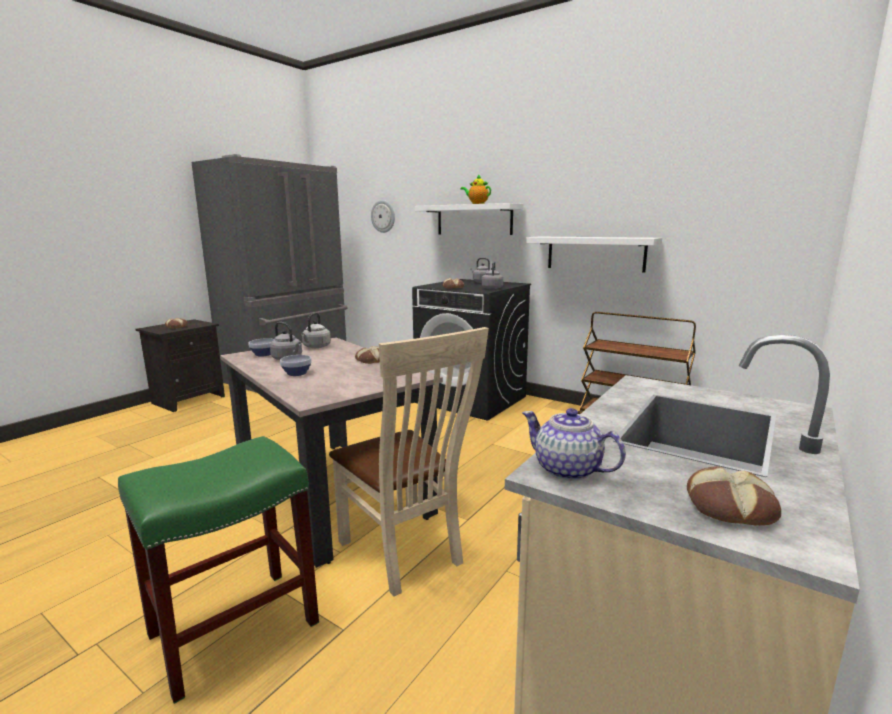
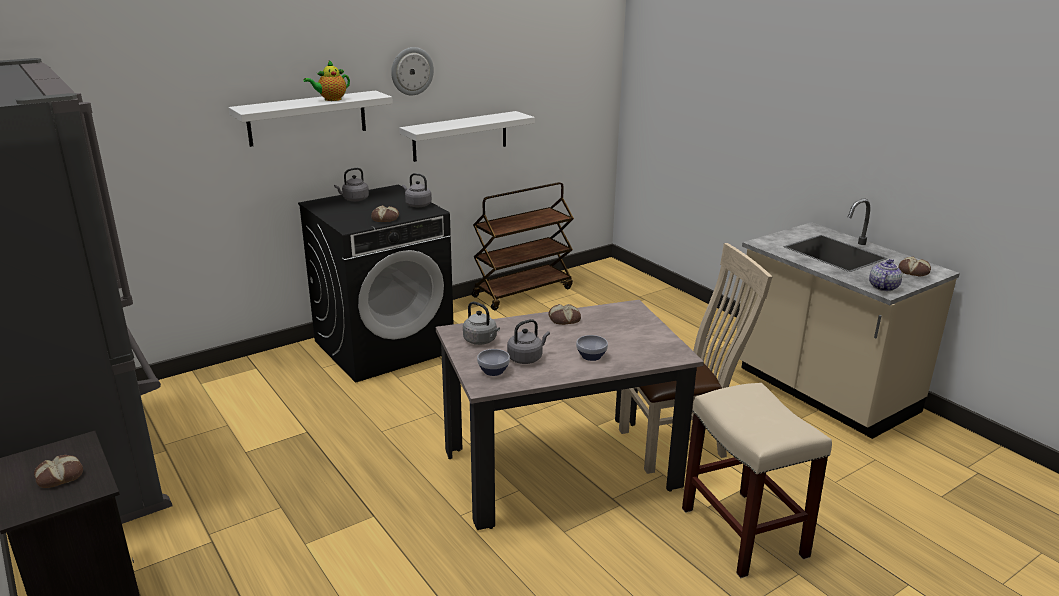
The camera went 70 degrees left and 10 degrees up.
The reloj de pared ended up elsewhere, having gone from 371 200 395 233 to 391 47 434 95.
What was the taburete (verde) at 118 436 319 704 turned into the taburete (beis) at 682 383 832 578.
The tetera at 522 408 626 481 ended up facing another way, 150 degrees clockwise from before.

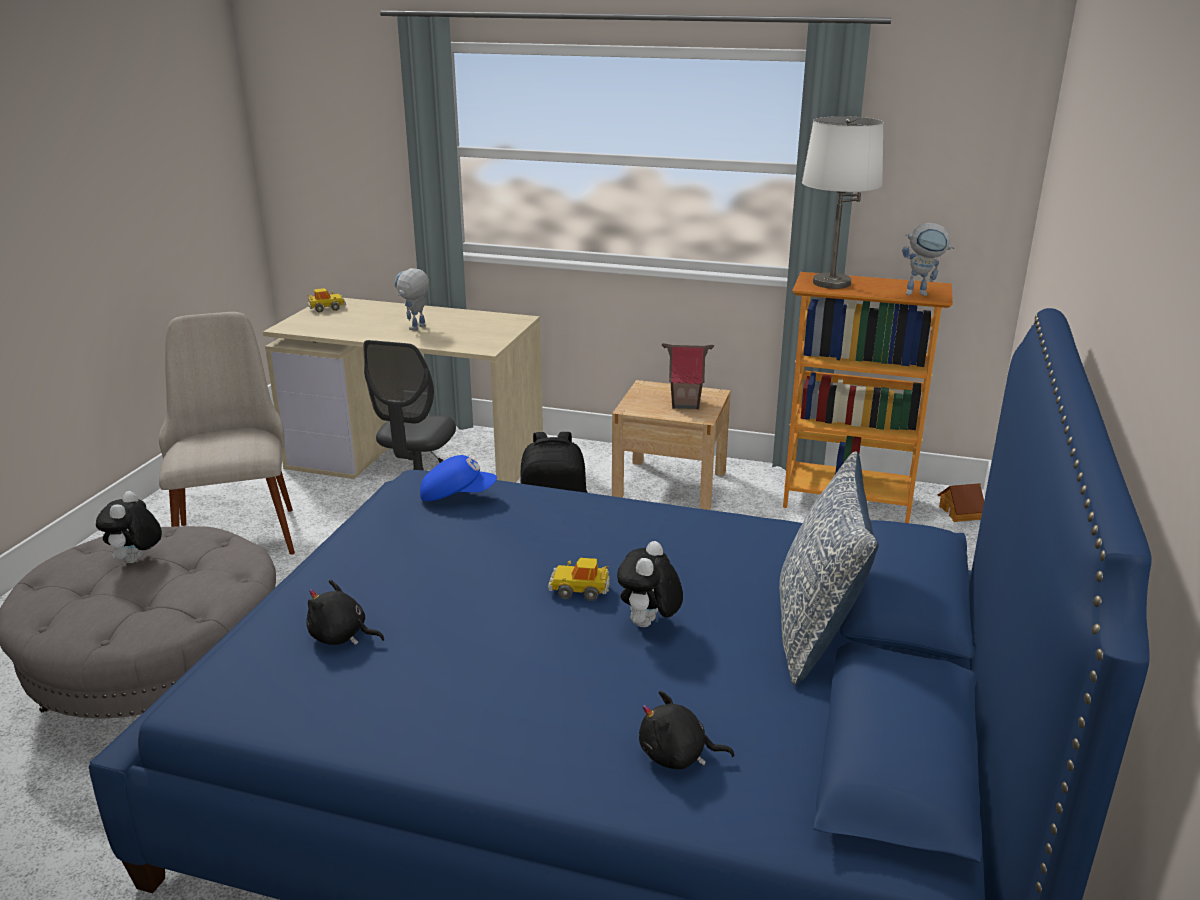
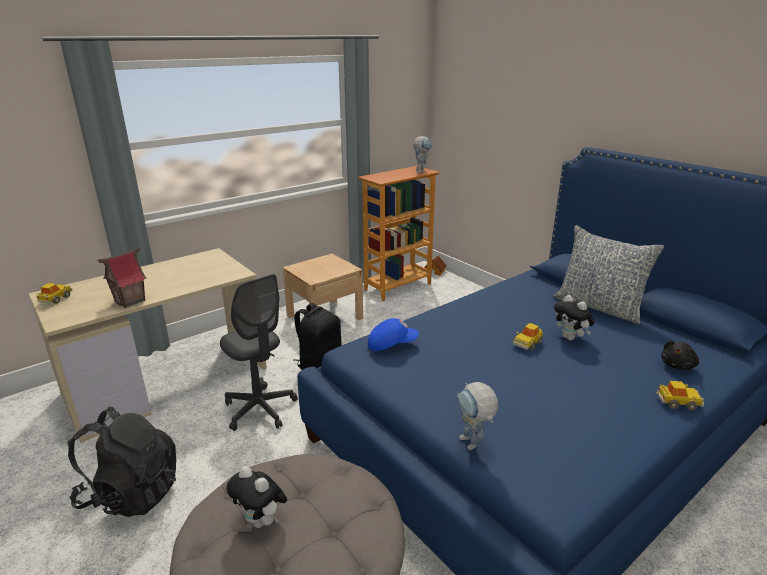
The camera went 55 degrees left and 0 degrees up.
The second view lost the peluche (negro) at 306 580 385 645.
The second view lost the lámpara de mesa (blanco) at 802 116 883 289.
The second view gained the coche de juguete at 656 381 704 410.
The robot de juguete ended up elsewhere, having gone from 394 268 429 331 to 457 382 498 450.
The casita ended up elsewhere, having gone from 662 343 714 410 to 97 248 146 308.
Where the silla (beis) stood at 159 312 295 555, the mochila (negro) came to stand at 68 407 176 517.
The gorra (azul) at 420 455 497 501 ended up facing another way, 45 degrees clockwise from before.

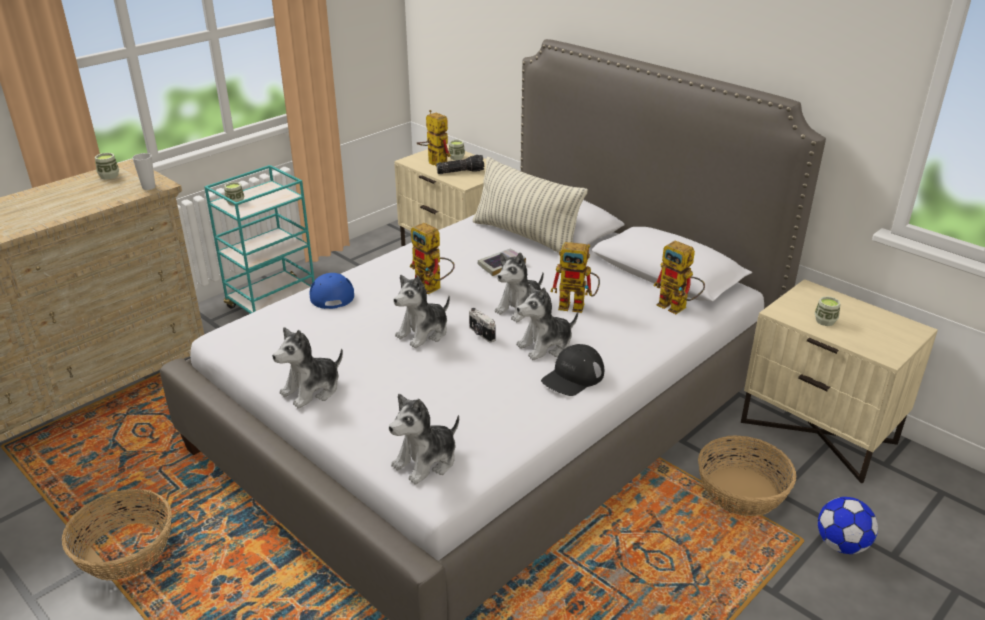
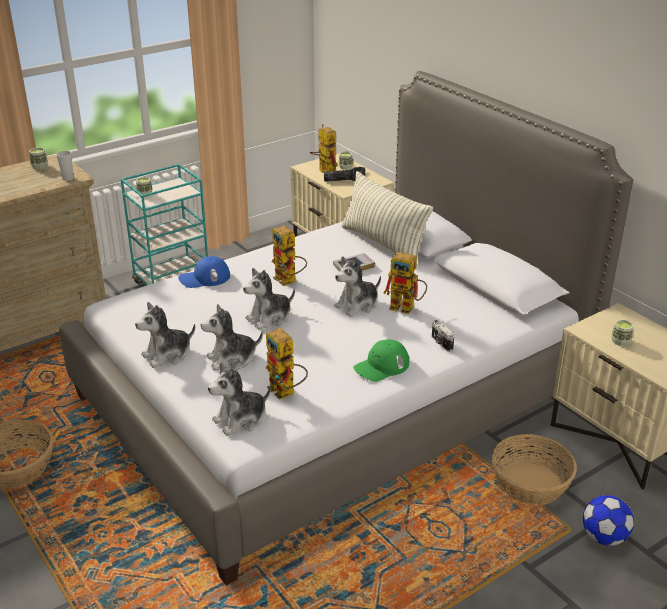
The camera went 10 degrees right and 0 degrees up.
The cámara ended up elsewhere, having gone from 469 308 496 343 to 432 320 454 352.
The peluche ended up elsewhere, having gone from 516 284 578 360 to 200 304 263 371.
The robot de juguete ended up elsewhere, having gone from 653 240 705 314 to 266 328 308 400.
What was the gorra (negro) at 541 344 604 396 turned into the gorra (verde) at 353 339 409 382.
The gorra (azul) at 309 273 354 309 ended up facing another way, 105 degrees counterclockwise from before.

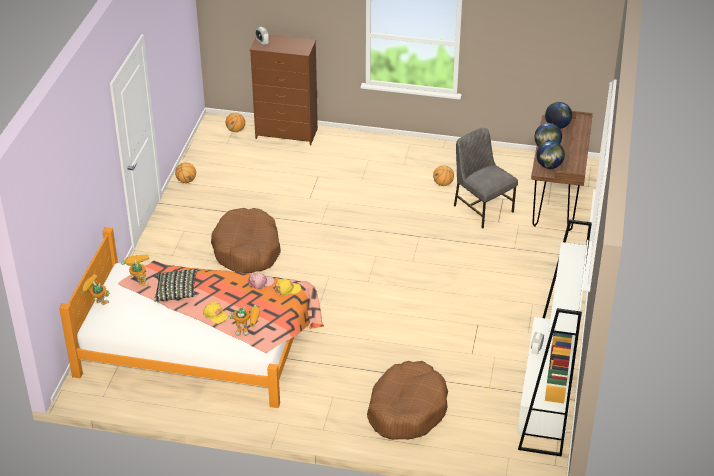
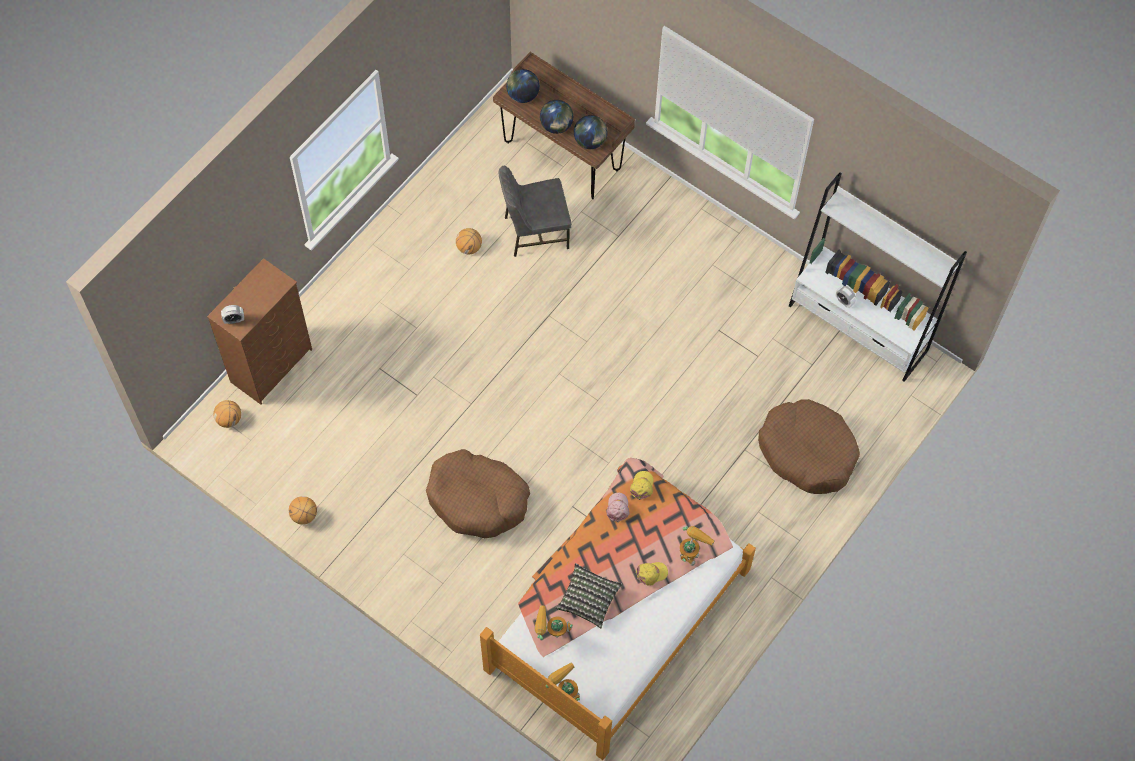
The camera went 65 degrees left and 25 degrees up.
The robot de juguete at 83 274 110 305 ended up facing another way, 90 degrees clockwise from before.

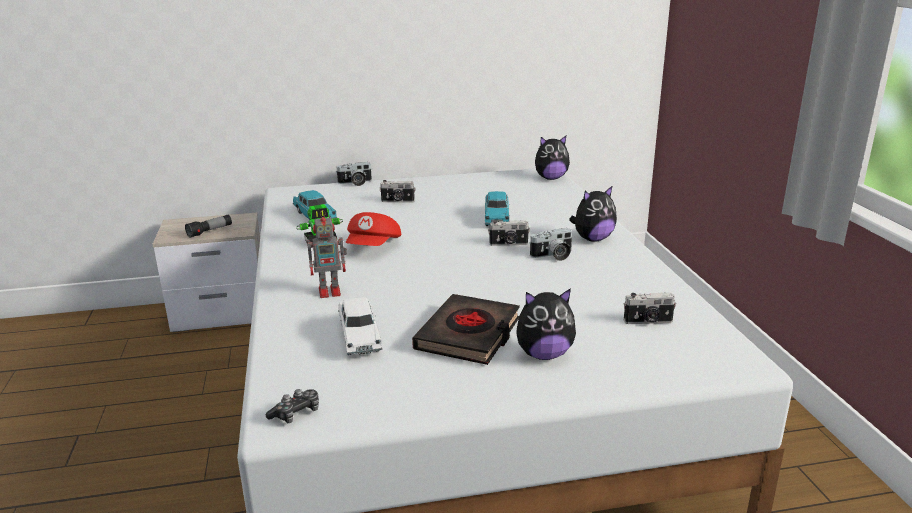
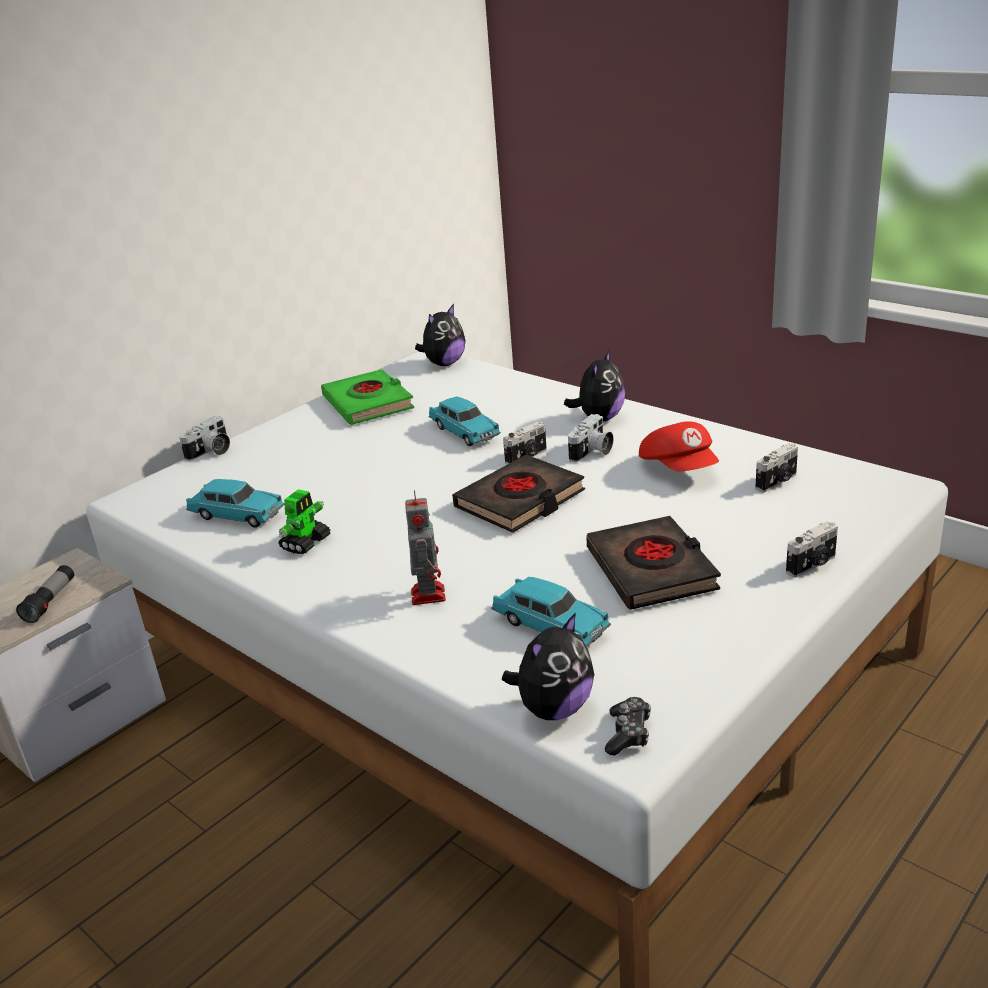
The camera went 35 degrees left and 5 degrees up.
The second view gained the libro (verde) at 321 369 414 425.
The second view gained the libro (negro) at 452 455 585 533.
The gorra (rojo) ended up elsewhere, having gone from 346 212 401 246 to 639 421 719 471.
The cámara ended up elsewhere, having gone from 380 180 415 202 to 786 521 838 578.
The peluche ended up elsewhere, having gone from 517 288 576 360 to 502 612 594 720.
What was the coche de juguete (blanco) at 338 297 382 355 turned into the coche de juguete (turquesa) at 491 577 611 647.
The robot de juguete at 307 210 347 298 ended up facing another way, 45 degrees counterclockwise from before.

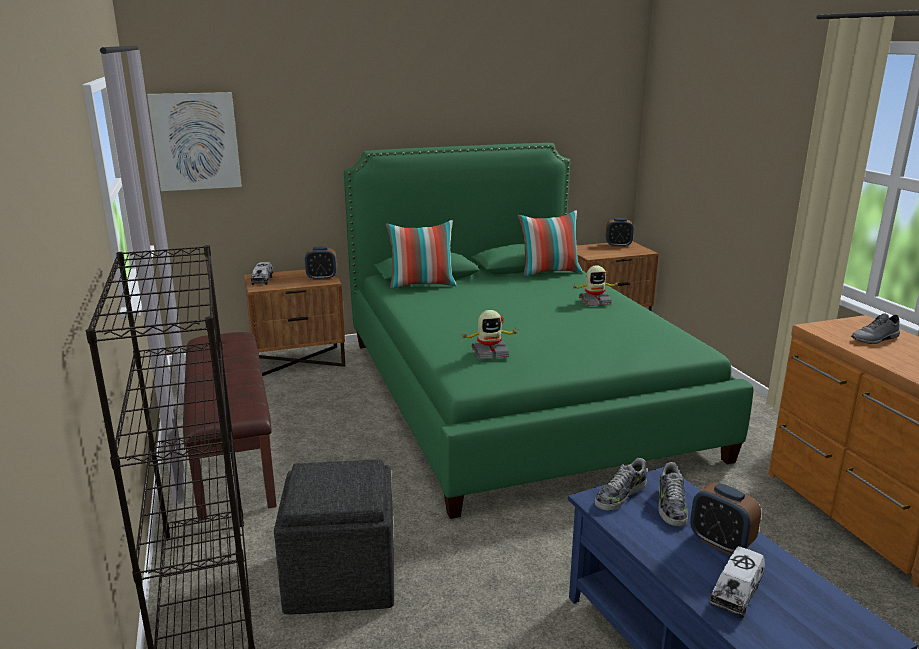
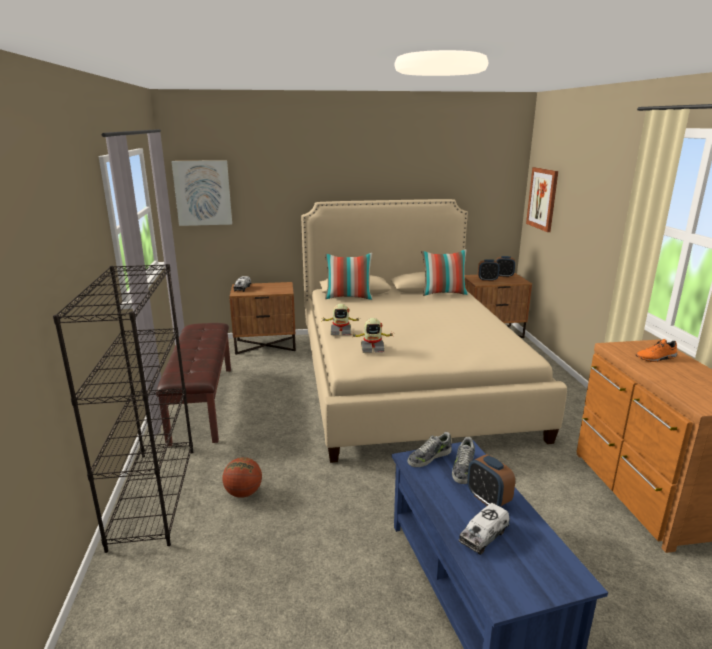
The camera went 10 degrees right and 0 degrees up.
The second view gained the cuadro at 526 167 558 232.
The despertador ended up elsewhere, having gone from 305 247 337 280 to 478 259 499 281.
The robot de juguete ended up elsewhere, having gone from 573 266 619 306 to 321 304 360 335.
Where the puf (gris) stood at 274 459 394 614, the balón de baloncesto came to stand at 223 457 262 498.
What was the cama (verde) at 344 143 754 519 turned into the cama (beis) at 301 199 567 463.
What was the zapato (gris) at 851 313 900 344 turned into the zapato (naranja) at 636 339 677 362.

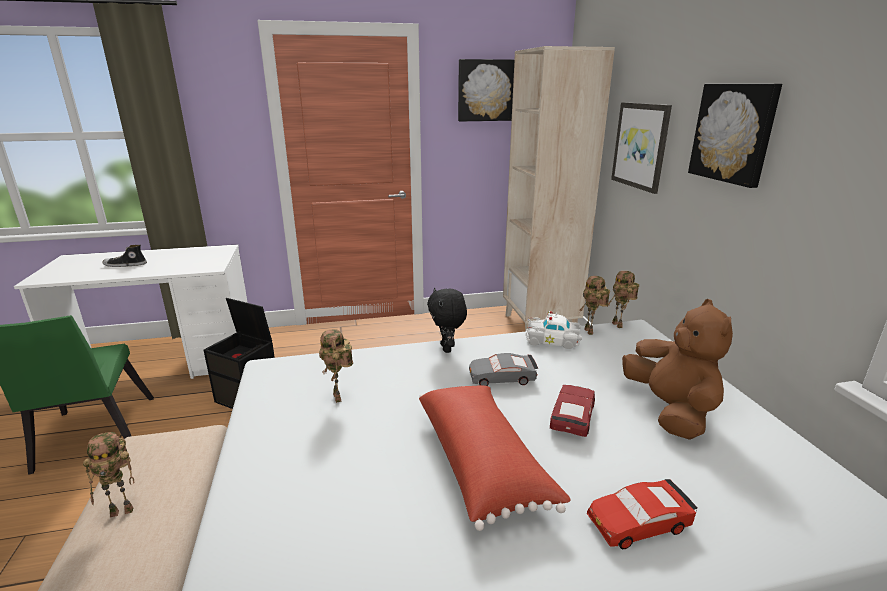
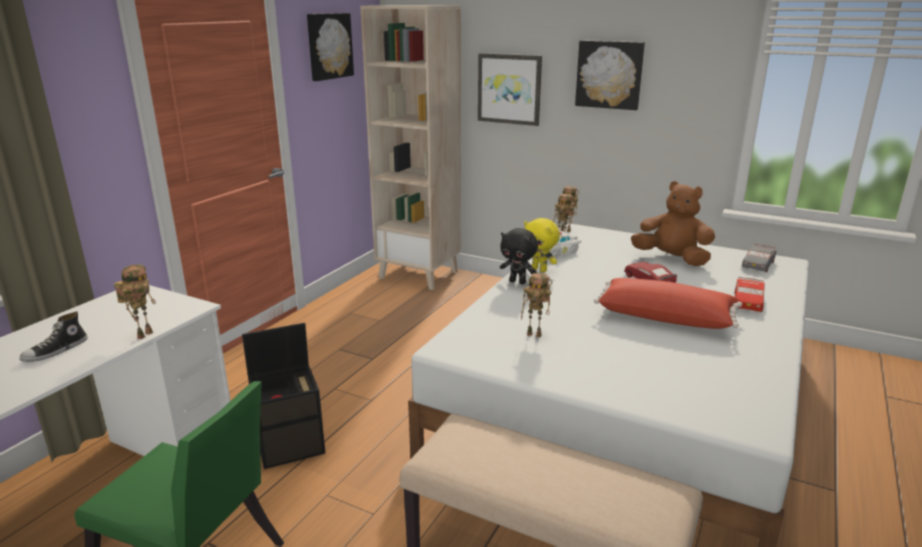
The camera went 50 degrees left and 0 degrees up.
The second view gained the peluche (amarillo) at 524 218 560 272.
The robot de juguete ended up elsewhere, having gone from 83 432 134 518 to 114 264 156 339.
The coche de juguete (gris) ended up elsewhere, having gone from 469 353 538 386 to 742 244 777 272.

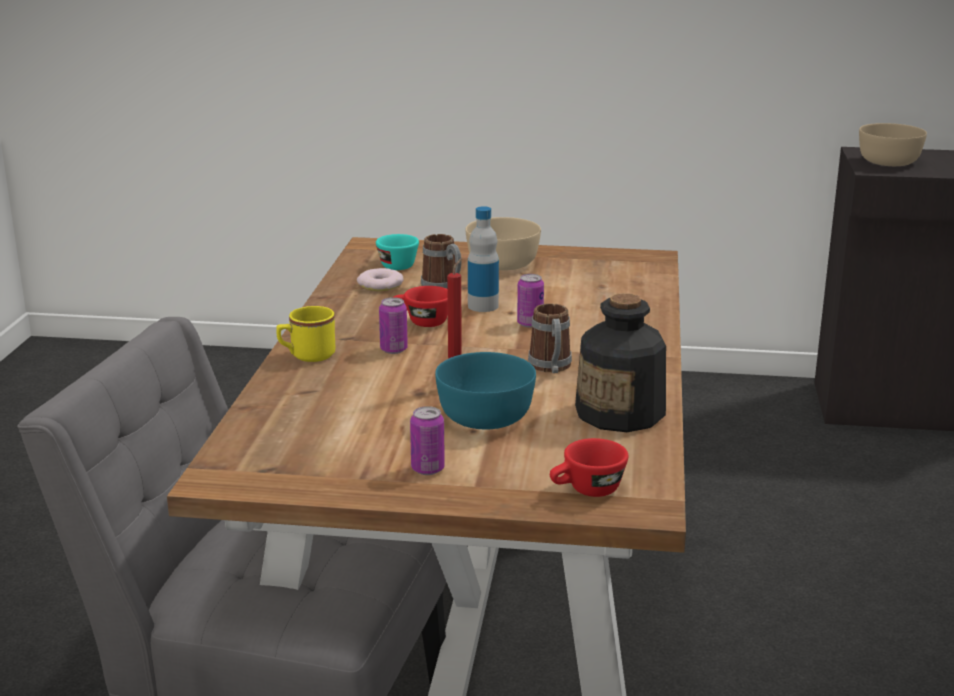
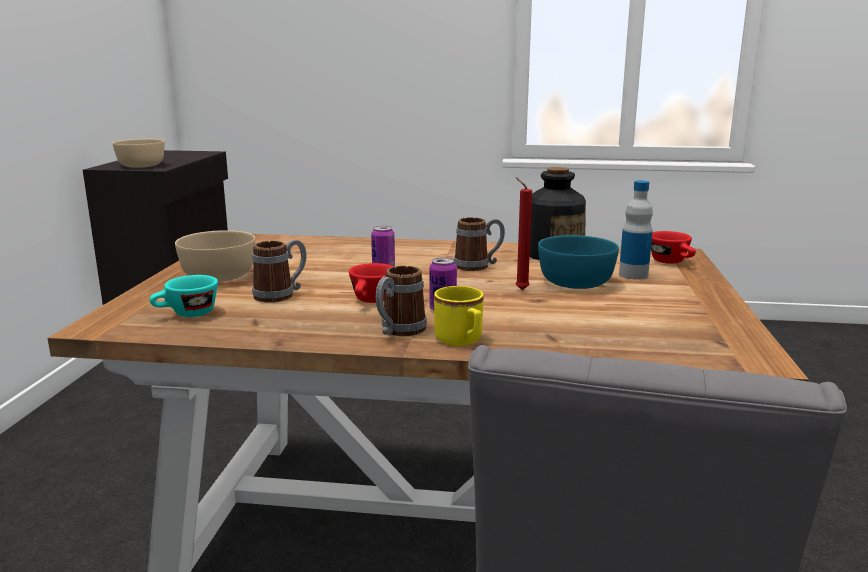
The camera went 90 degrees left and 5 degrees down.
The second view lost the rosquilla at 357 268 404 291.
The second view lost the lata at 410 406 445 475.
The second view gained the taza grande at 376 266 427 336.
The botella ended up elsewhere, having gone from 468 206 499 312 to 619 180 653 280.

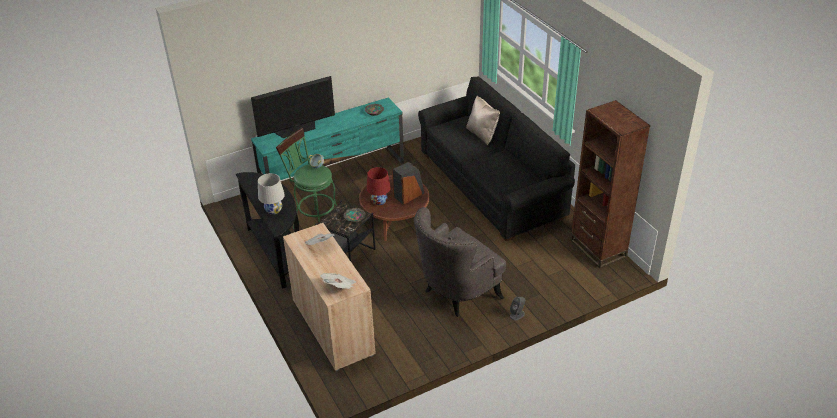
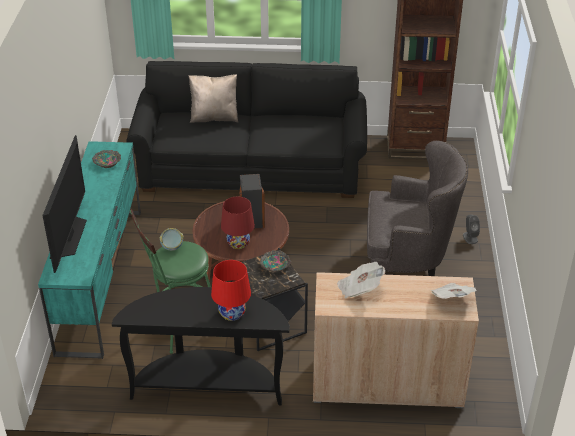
The camera went 60 degrees left and 0 degrees up.
What was the lámpara de mesa (blanco) at 258 173 285 215 turned into the lámpara de mesa (rojo) at 211 260 251 321.
The sillón (gris) at 414 207 506 317 ended up facing another way, 75 degrees counterclockwise from before.

